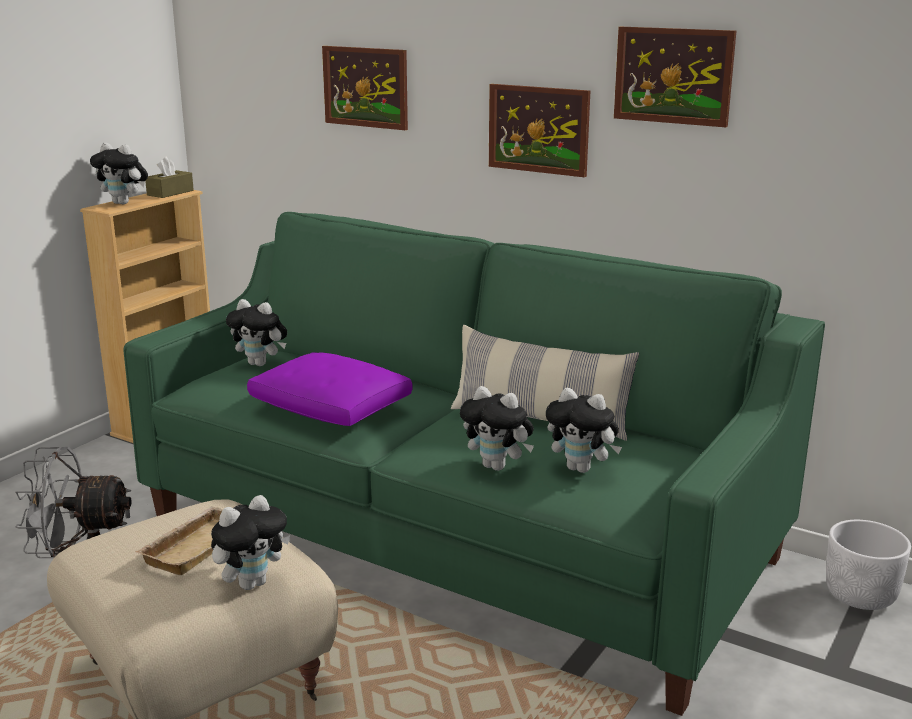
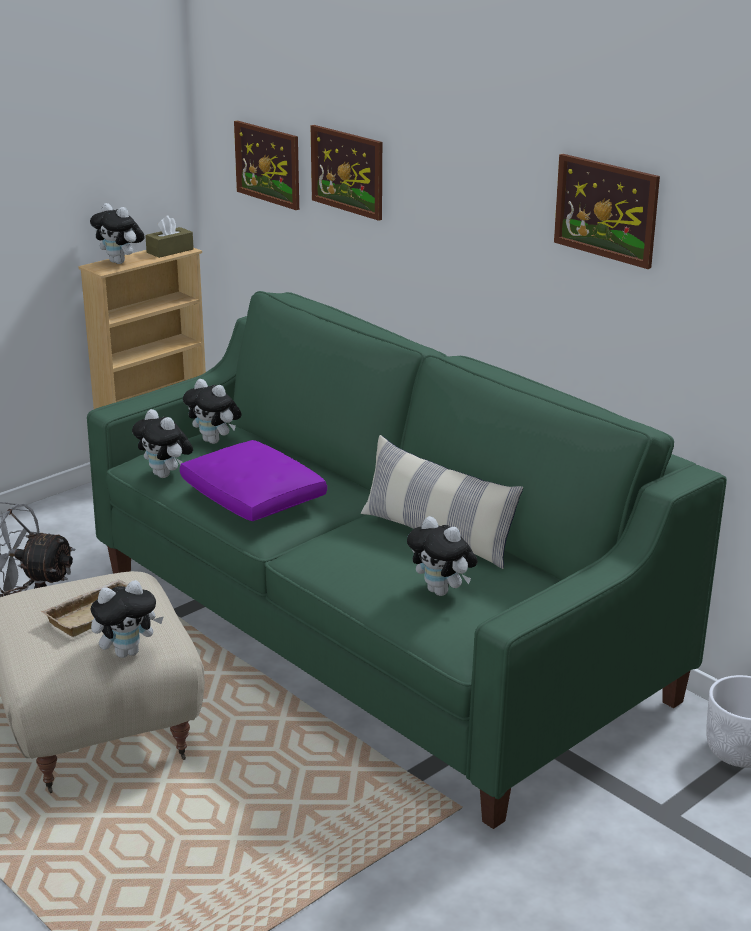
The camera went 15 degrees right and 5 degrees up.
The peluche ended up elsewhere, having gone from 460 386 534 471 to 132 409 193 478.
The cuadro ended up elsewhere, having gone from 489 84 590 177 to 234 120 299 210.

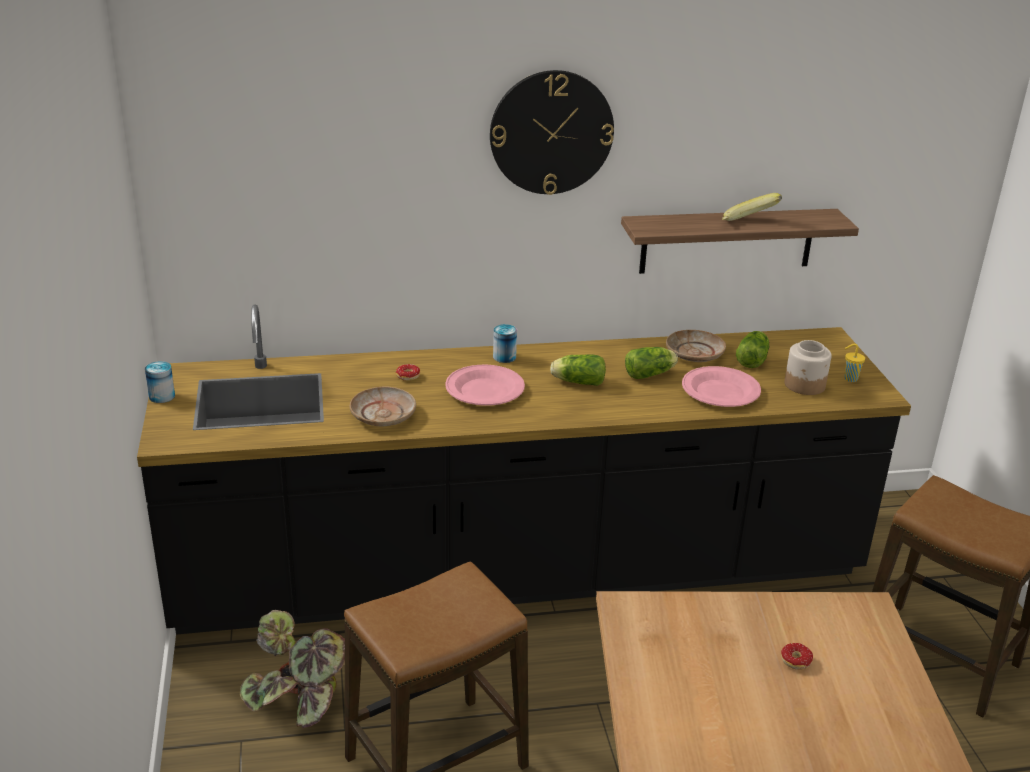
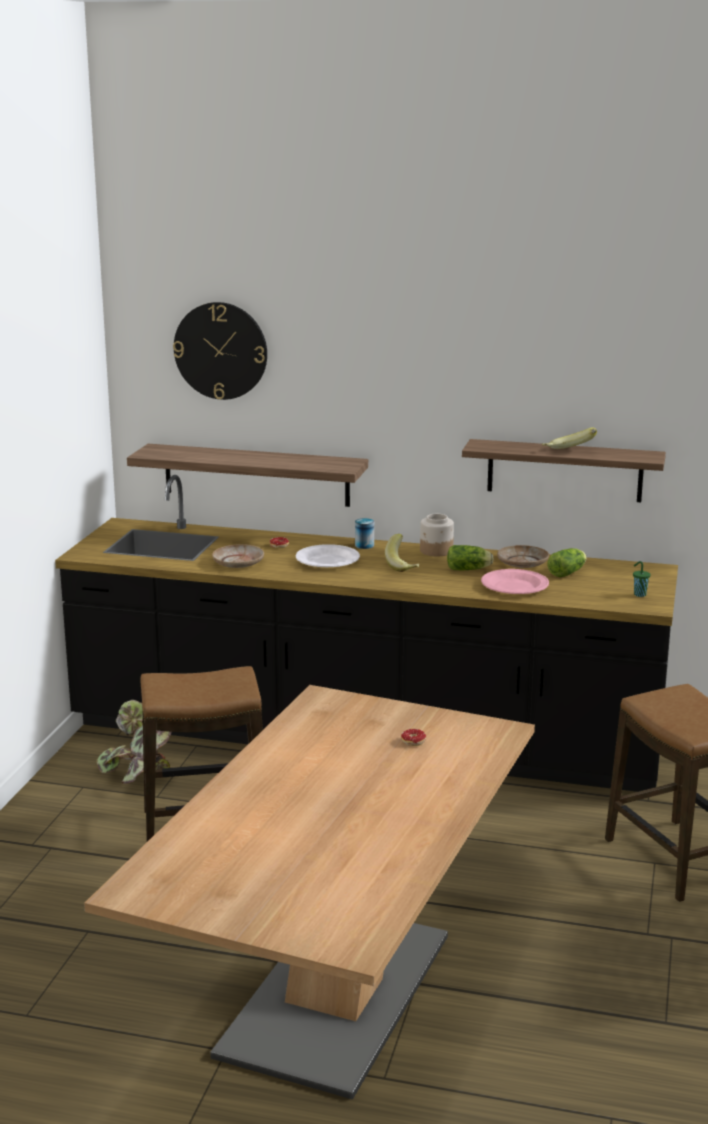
The camera went 25 degrees right and 10 degrees down.
The second view lost the lata at 145 361 175 403.
The second view gained the estante at 127 444 368 507.
The reloj de pared ended up elsewhere, having gone from 490 70 614 195 to 173 302 267 400.
The tarro ended up elsewhere, having gone from 785 340 832 395 to 420 514 454 557.
Where the lechuga stood at 550 354 606 386, the plátano came to stand at 385 534 419 572.
What was the plato (rosa) at 445 365 525 406 turned into the plato (blanco) at 296 544 360 567.
What was the taza (amarillo) at 844 344 865 382 turned into the taza (verde) at 633 561 650 597.

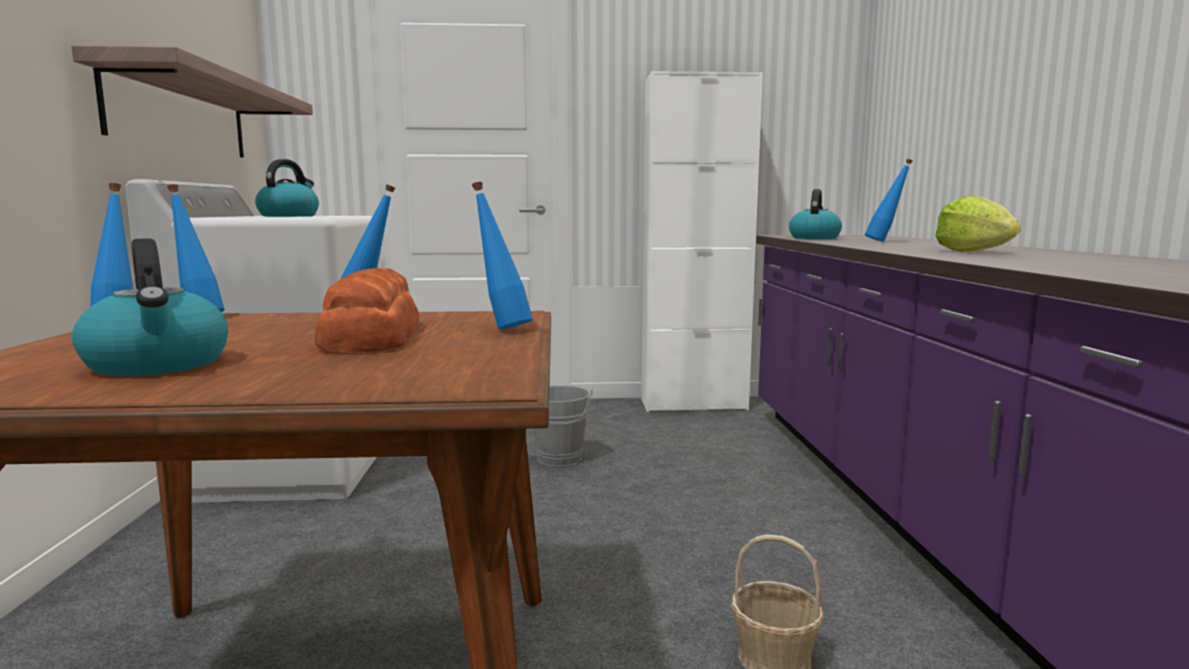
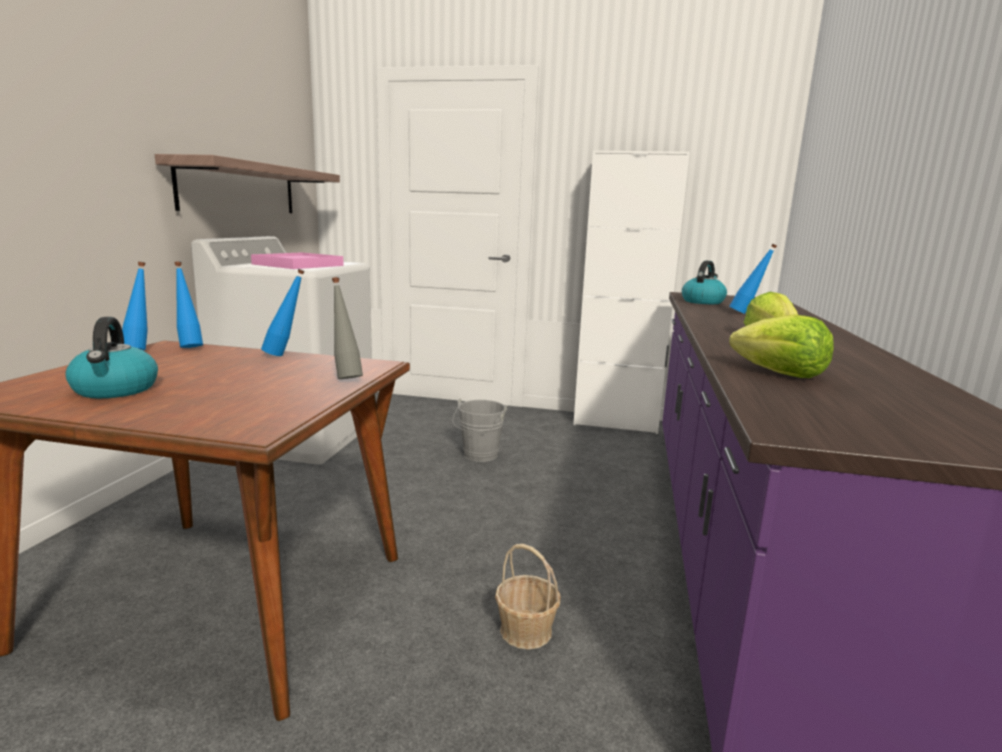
The camera went 15 degrees right and 5 degrees up.
The second view lost the pan at 314 268 419 352.
The second view gained the lechuga at 729 314 834 378.
Where the hervidor stood at 255 159 319 217, the bandeja (rosa) came to stand at 251 252 344 269.
What was the botella (azul) at 472 182 533 329 turned into the botella (gris) at 332 277 363 379.

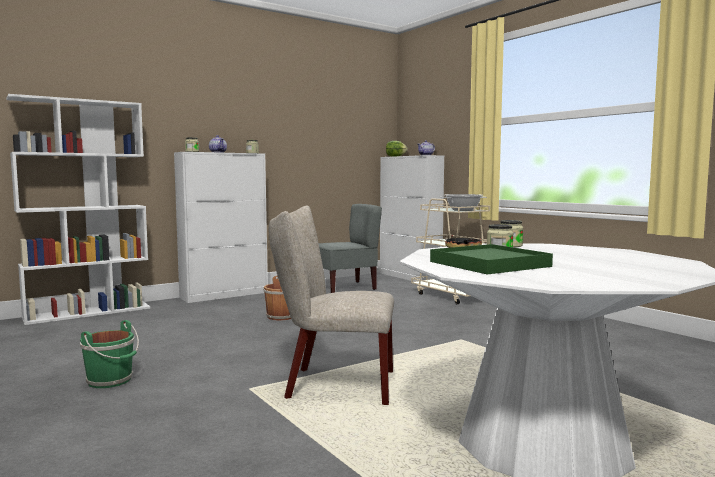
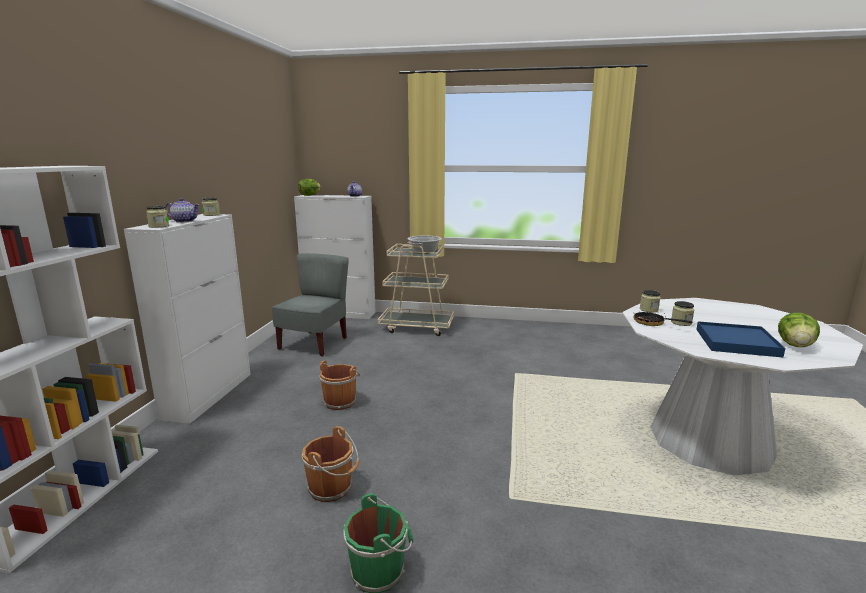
The camera went 45 degrees left and 10 degrees up.
The second view lost the silla (beis) at 269 206 394 405.
The second view gained the cubo (marrón) at 302 426 359 502.
The second view gained the lechuga at 778 312 820 347.
What was the bandeja (verde) at 430 244 553 274 turned into the bandeja (azul) at 696 321 785 358.

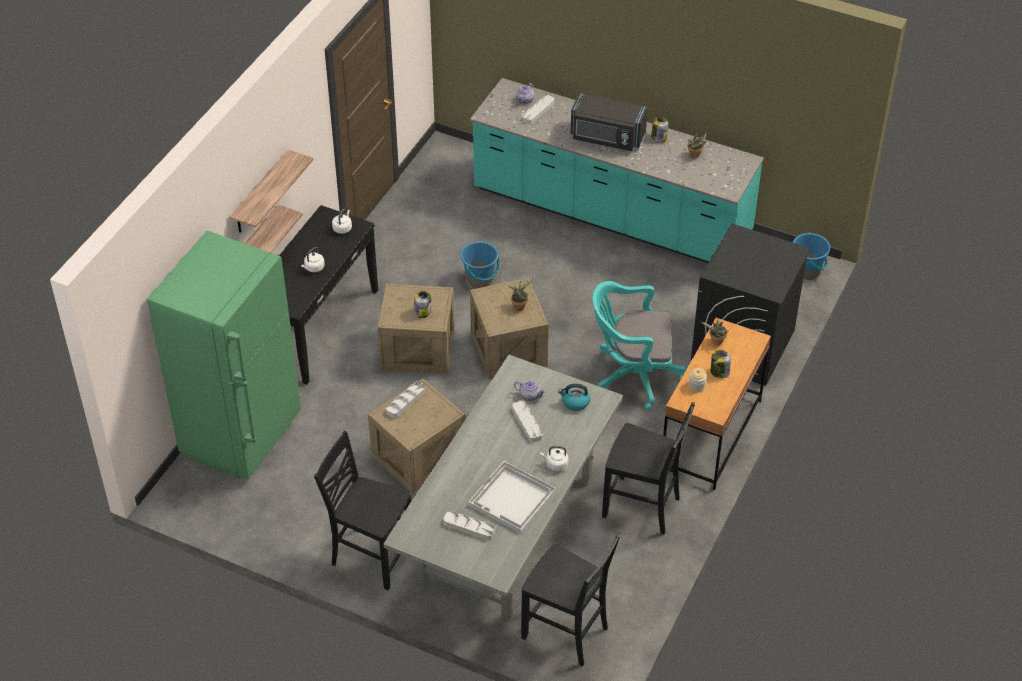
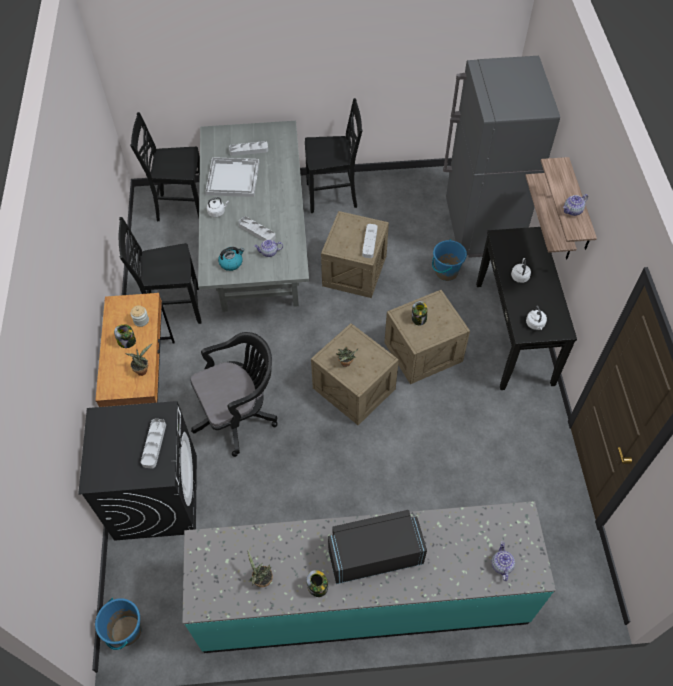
The camera went 150 degrees right and 10 degrees up.
The second view gained the tetera at 563 194 588 216.
The cubo (azul) ended up elsewhere, having gone from 460 242 500 288 to 432 239 467 281.
The bandeja (gris) ended up elsewhere, having gone from 522 95 555 124 to 141 419 166 468.
What was the nevera (verde) at 147 231 301 480 turned into the nevera (gris) at 443 56 560 258.
What was the silla de oficina (turquesa) at 592 281 686 410 turned into the silla de oficina (negro) at 190 332 277 457.

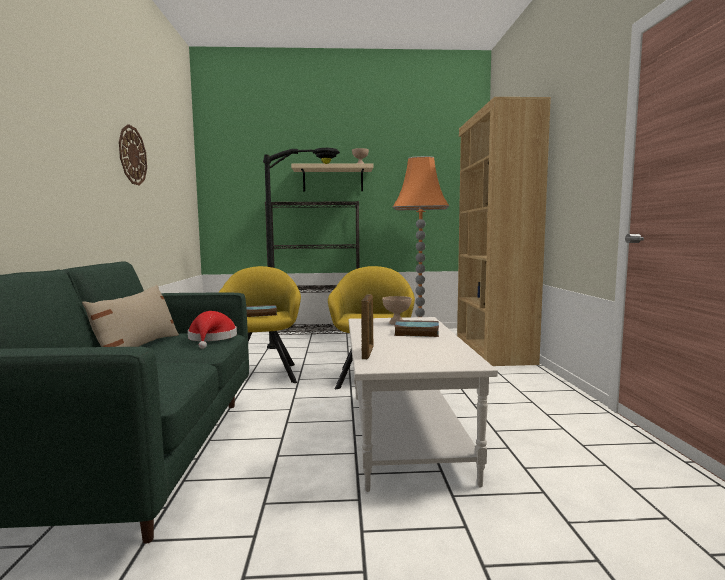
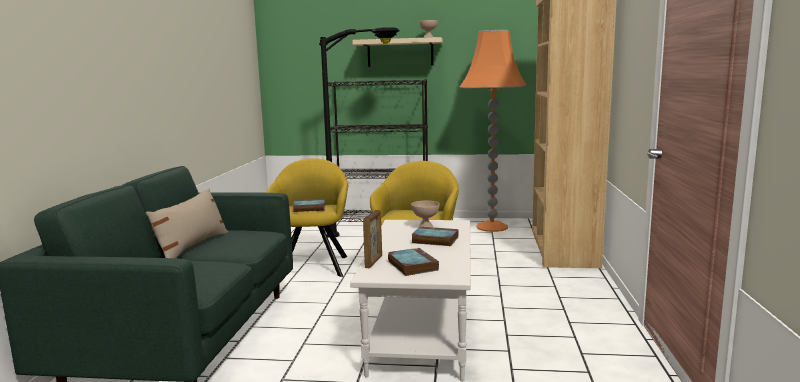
The camera went 10 degrees right and 5 degrees up.
The second view lost the reloj de pared at 119 124 147 186.
The second view lost the sombrero (rojo) at 188 311 237 349.
The second view gained the libro at 388 248 439 276.

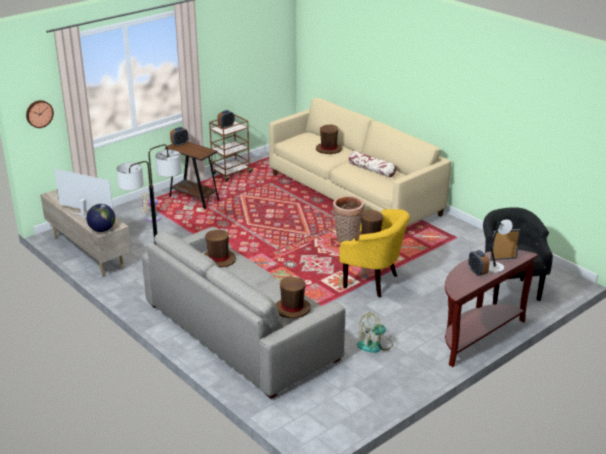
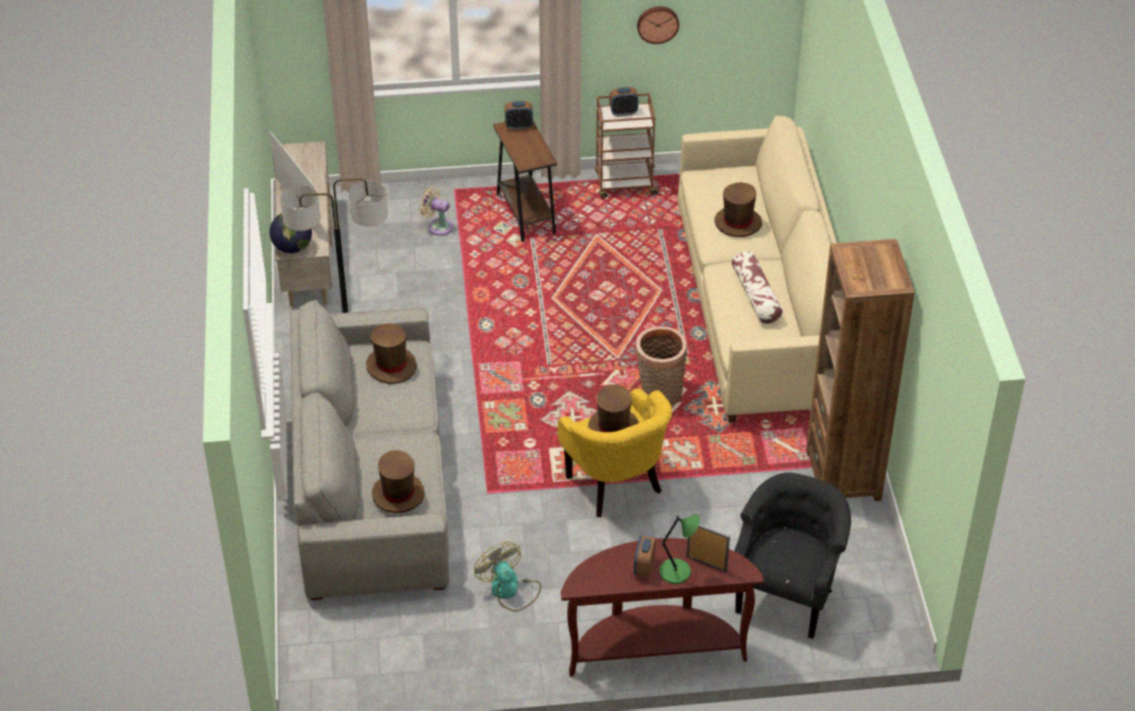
The camera went 35 degrees right and 15 degrees up.
The second view gained the estantería (marrón) at 806 239 914 501.
The reloj de pared ended up elsewhere, having gone from 26 100 54 128 to 637 6 679 44.
What was the lámpara de mesa (gris) at 489 219 513 273 turned into the lámpara de mesa (verde) at 659 514 700 584.
The ventilador at 357 313 393 353 ended up facing another way, 45 degrees clockwise from before.

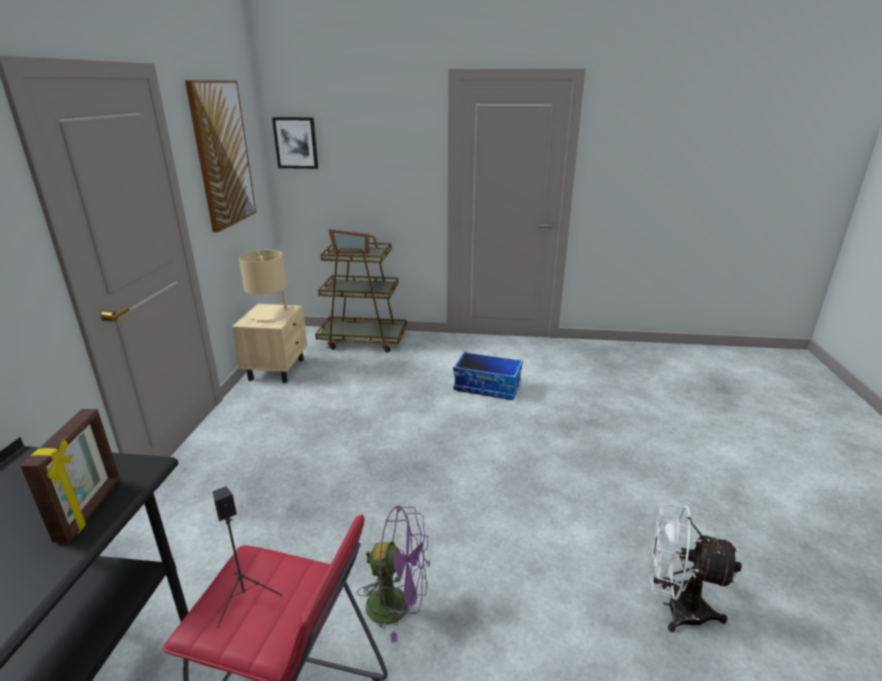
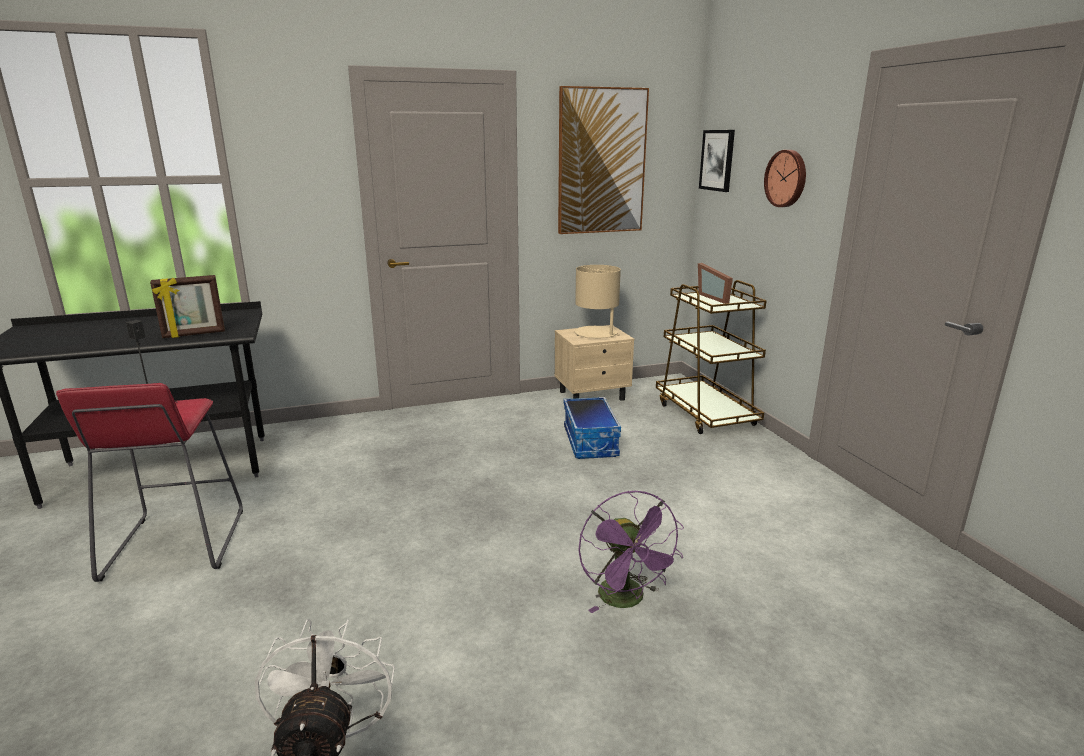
The camera went 65 degrees right and 5 degrees down.
The second view gained the reloj de pared at 764 150 806 207.
The ventilador (morado) ended up elsewhere, having gone from 357 506 430 643 to 578 491 684 613.
The caja de almacenaje ended up elsewhere, having gone from 453 352 523 400 to 564 397 621 459.

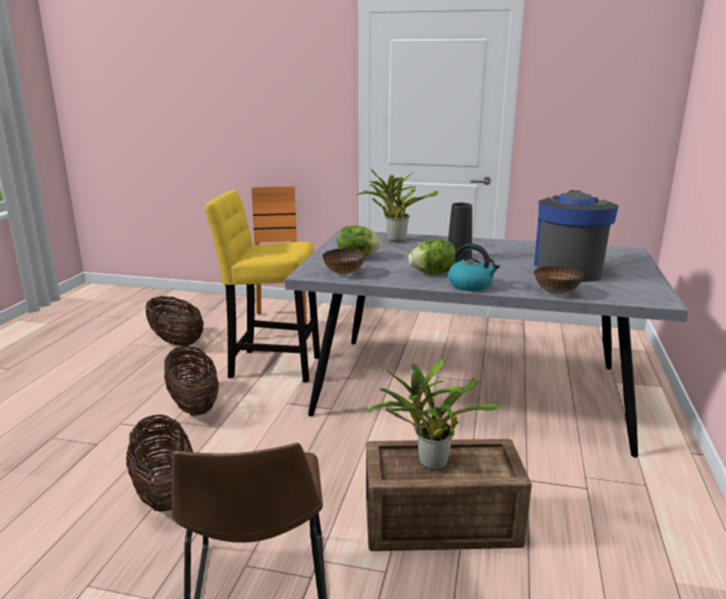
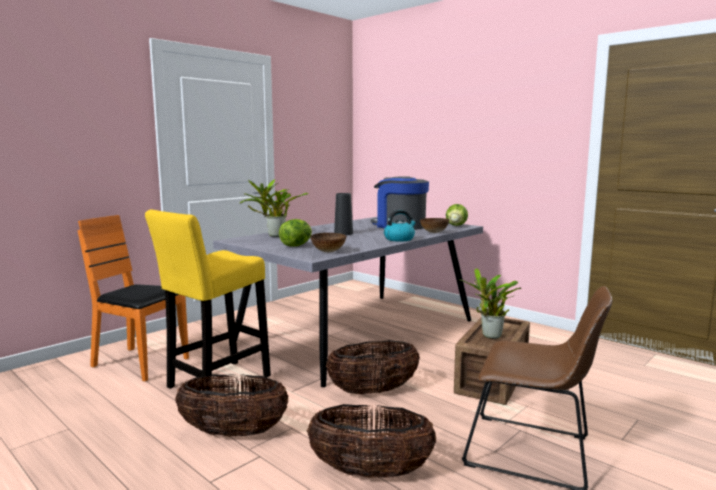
The camera went 60 degrees left and 10 degrees down.
The cesta ended up elsewhere, having gone from 146 296 204 346 to 326 340 420 395.
The lechuga ended up elsewhere, having gone from 408 239 456 274 to 446 204 468 226.

